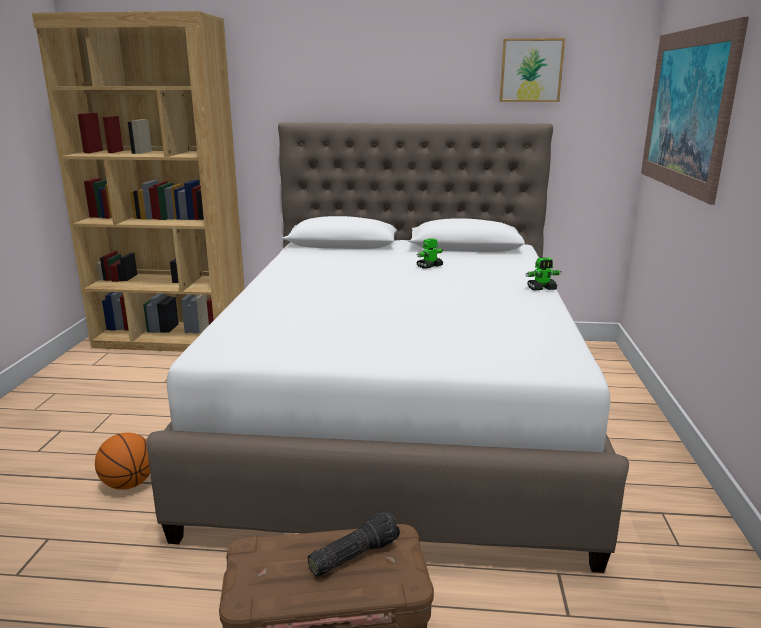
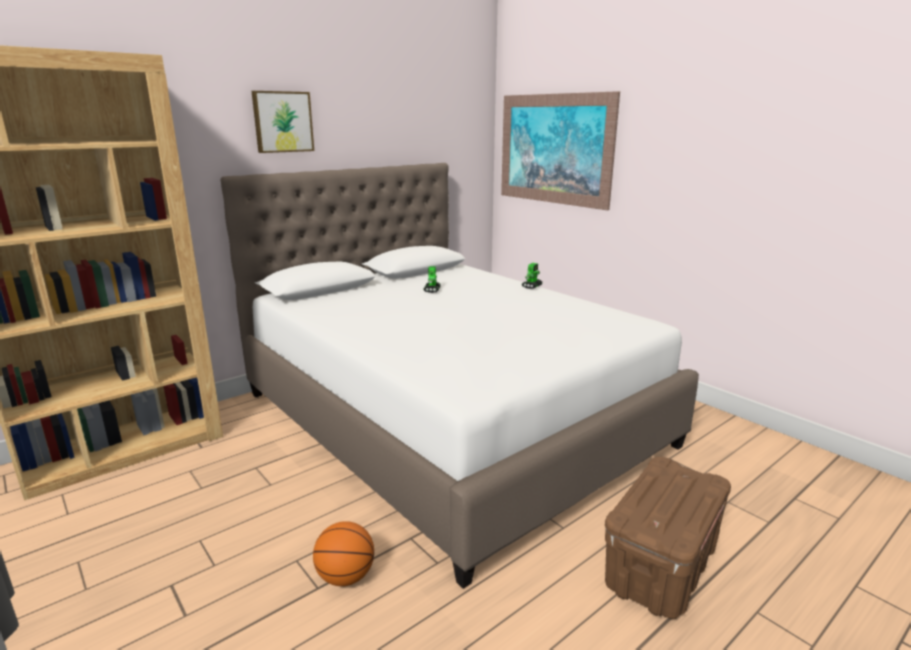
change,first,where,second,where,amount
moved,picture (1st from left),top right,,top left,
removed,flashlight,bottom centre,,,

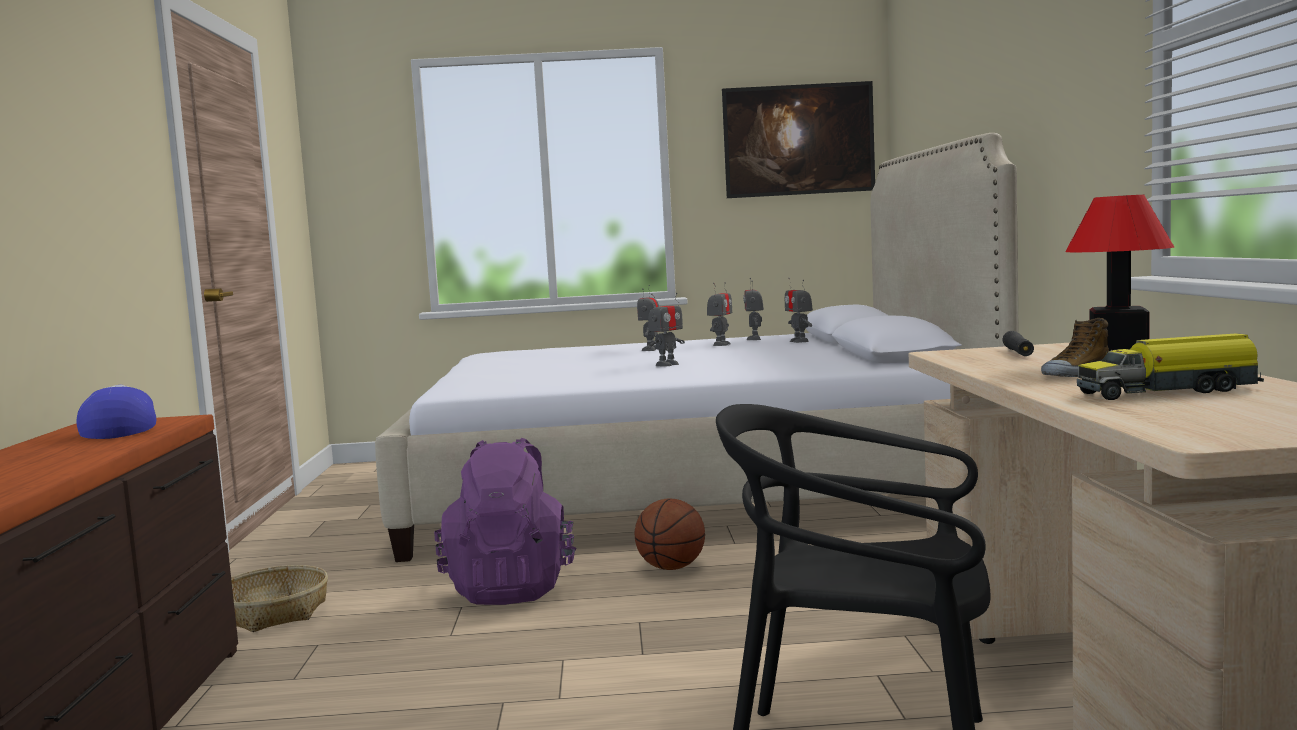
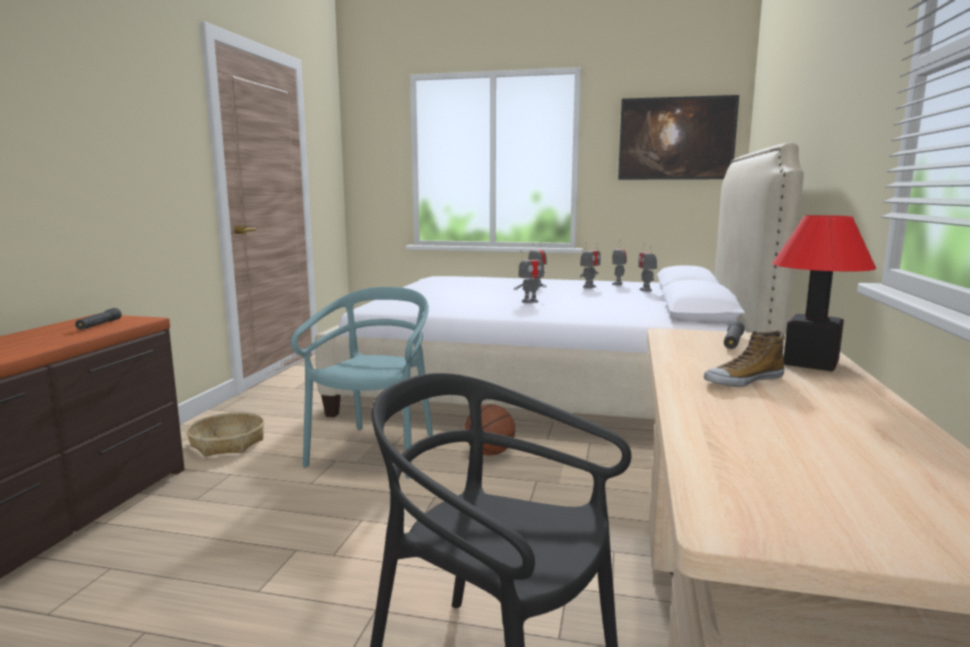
change,first,where,second,where,amount
removed,toy truck,middle right,,,
replaced,cap,middle left,black flashlight (1st from left),middle left,
replaced,purple backpack,bottom centre,turquoise chair,centre,

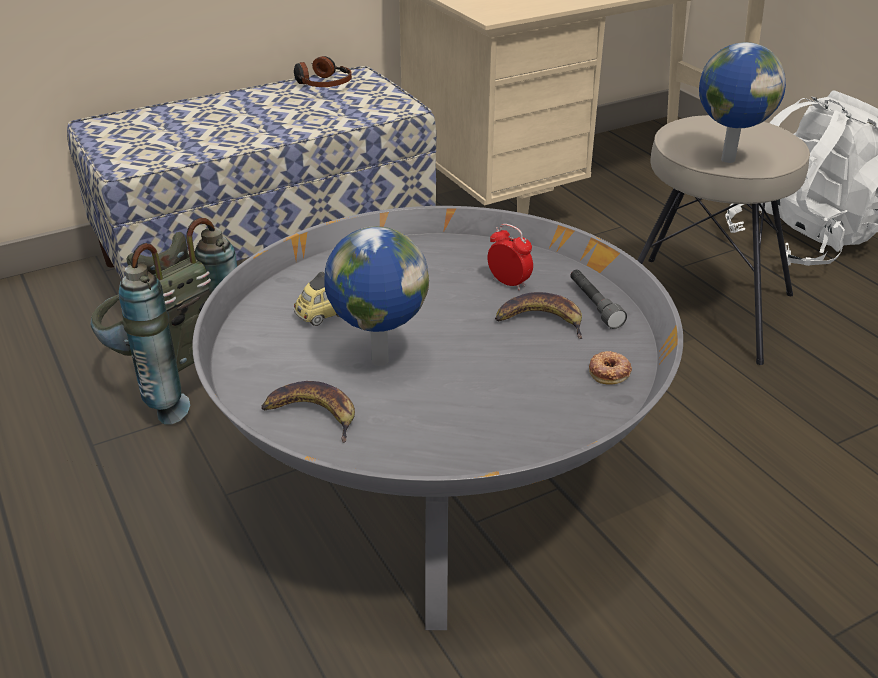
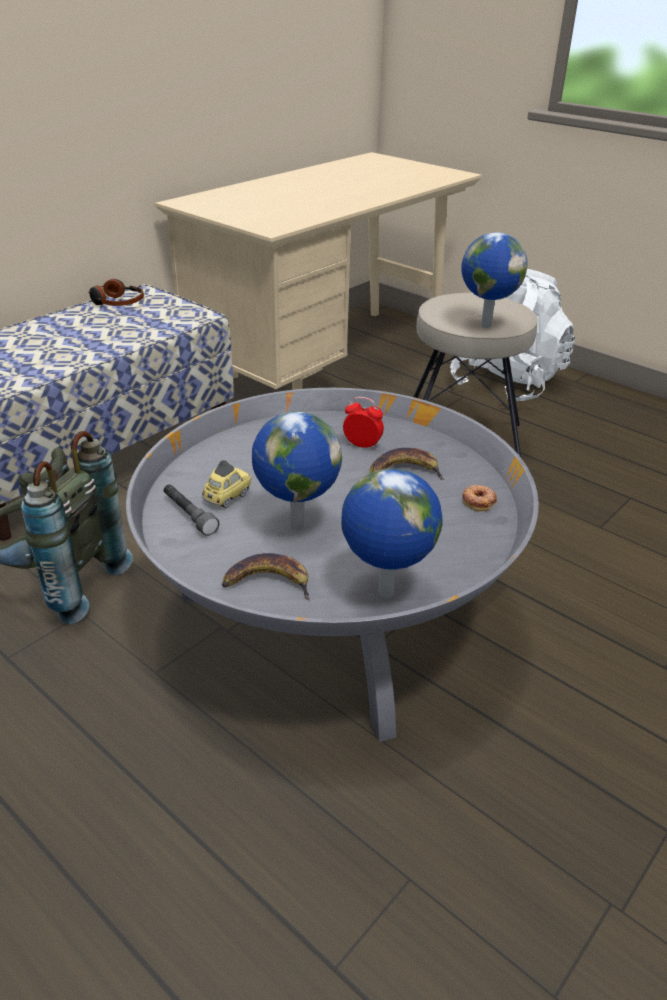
change,first,where,second,where,amount
moved,grey flashlight,middle right,,middle left,
added,,,globe (2nd from left),centre,

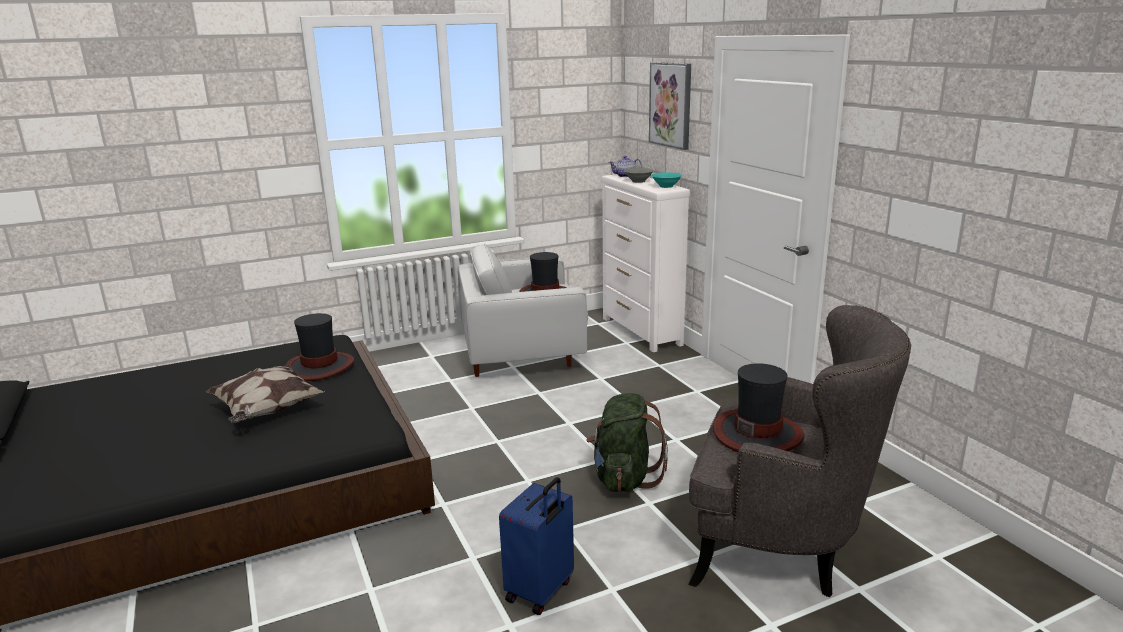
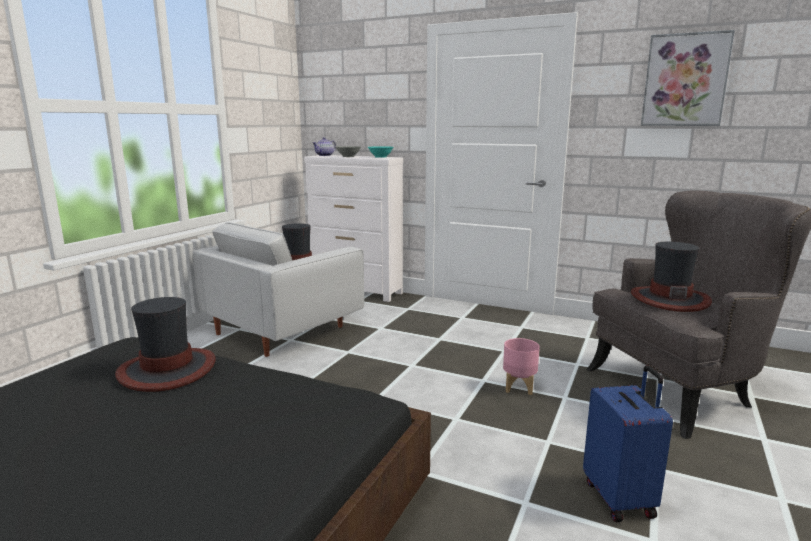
change,first,where,second,where,amount
moved,picture,top centre,,top right,
removed,pillow,middle left,,,
replaced,green backpack,bottom centre,pink planter,bottom centre,

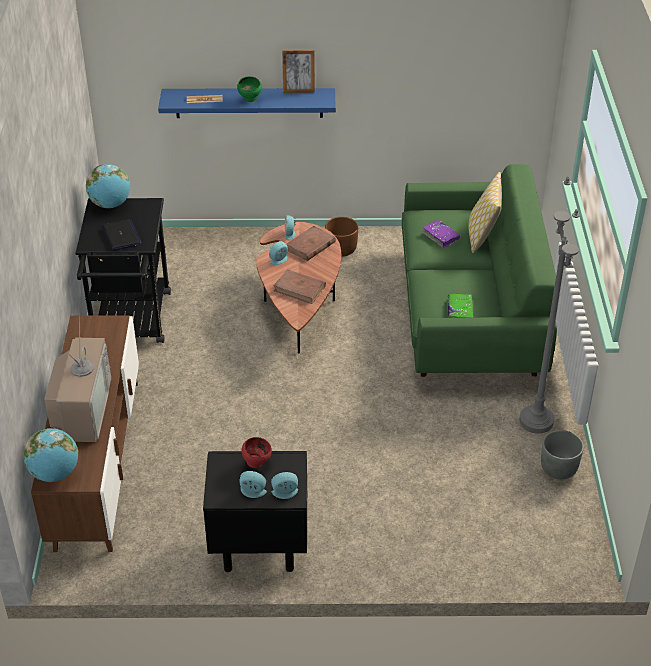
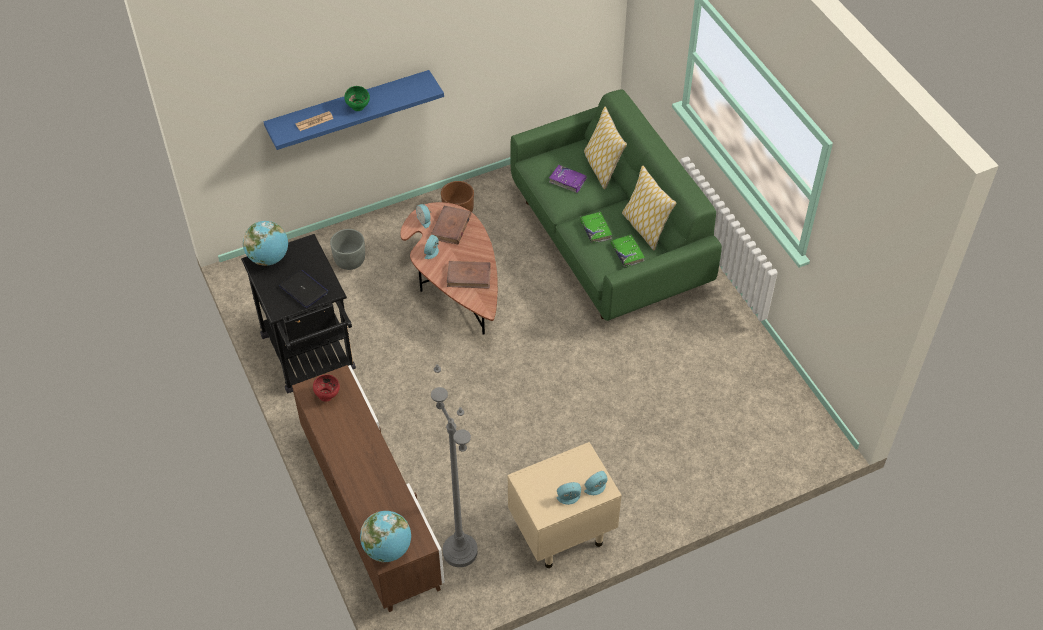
change,first,where,second,where,amount
removed,picture frame,top centre,,,
moved,grey floor lamp,middle right,,bottom centre,
removed,television,middle left,,,
moved,grey planter,bottom right,,middle left,
moved,red bowl,bottom centre,,middle left,
recoloured,black nightstand,bottom centre,beige nightstand,bottom centre,
added,,,pillow (2nd from left),top centre,
added,,,green book (1st from left),centre,

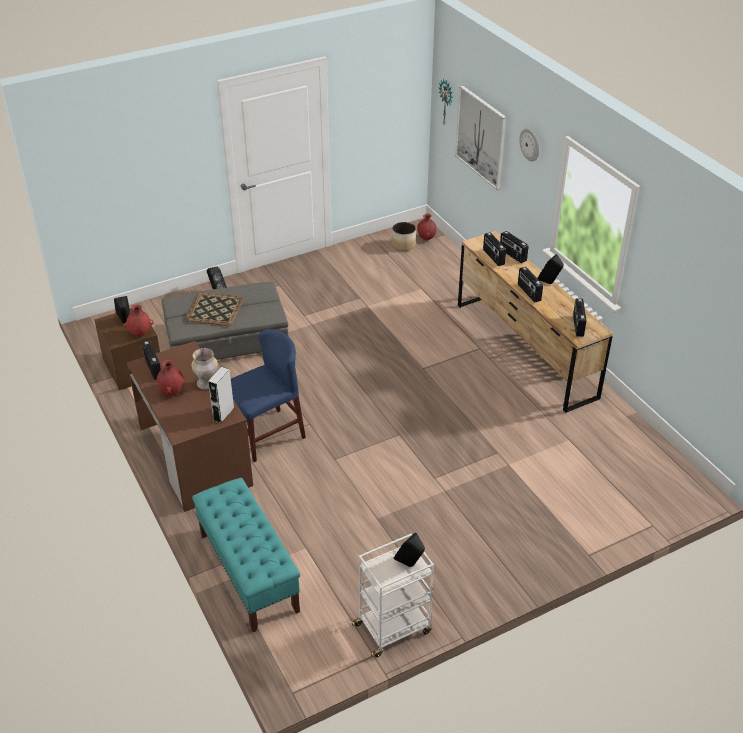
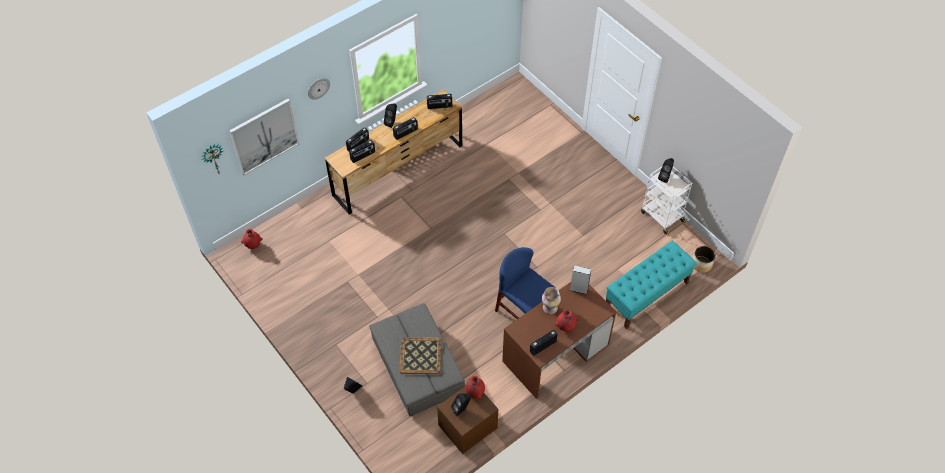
change,first,where,second,where,amount
moved,planter,top centre,,middle right,

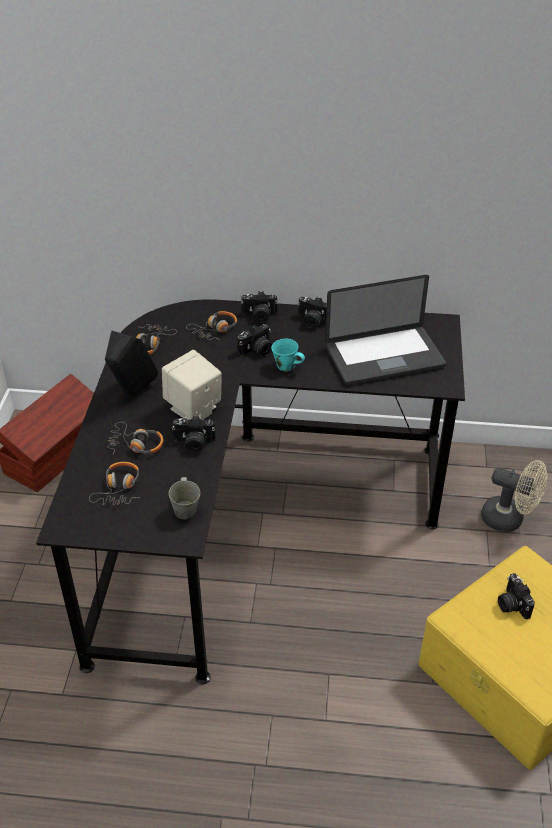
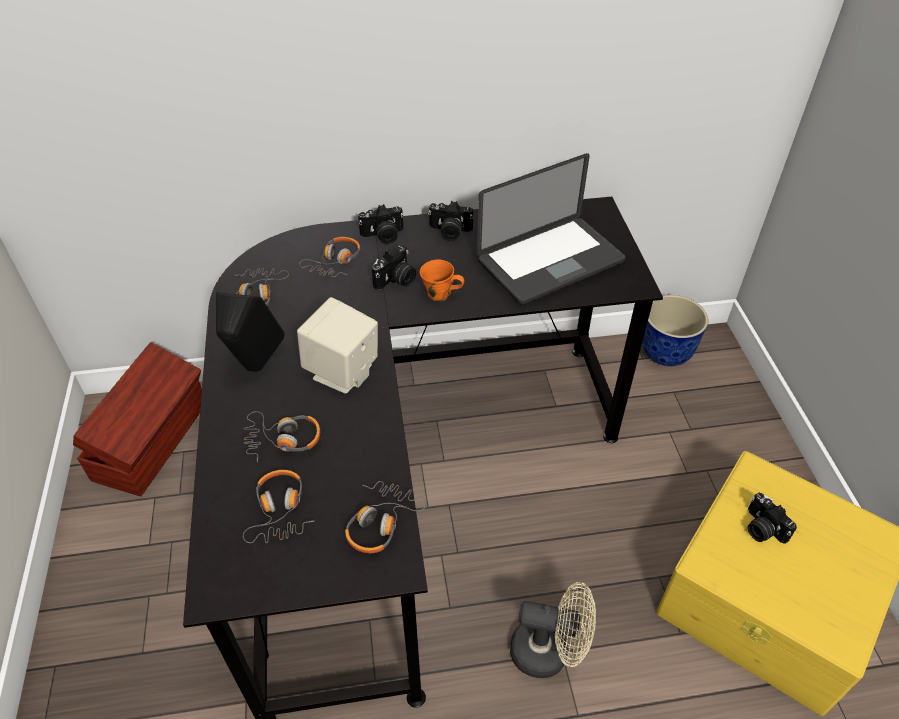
change,first,where,second,where,amount
recoloured,turquoise mug,centre,orange mug,centre,
removed,photo camera (1st from left),centre,,,
moved,beige fan,middle right,,bottom centre,
replaced,grey mug,centre,headphones (5th from left),bottom centre,
added,,,planter,middle right,

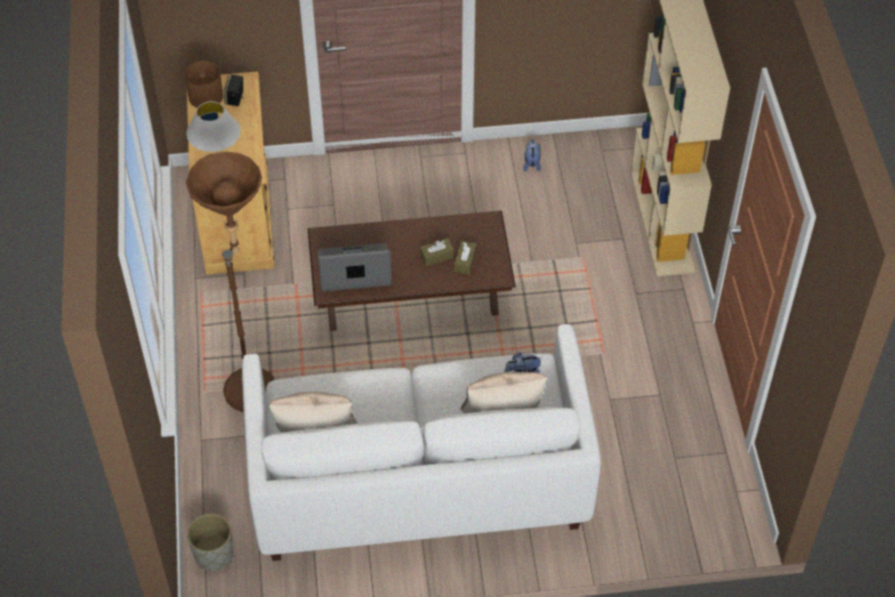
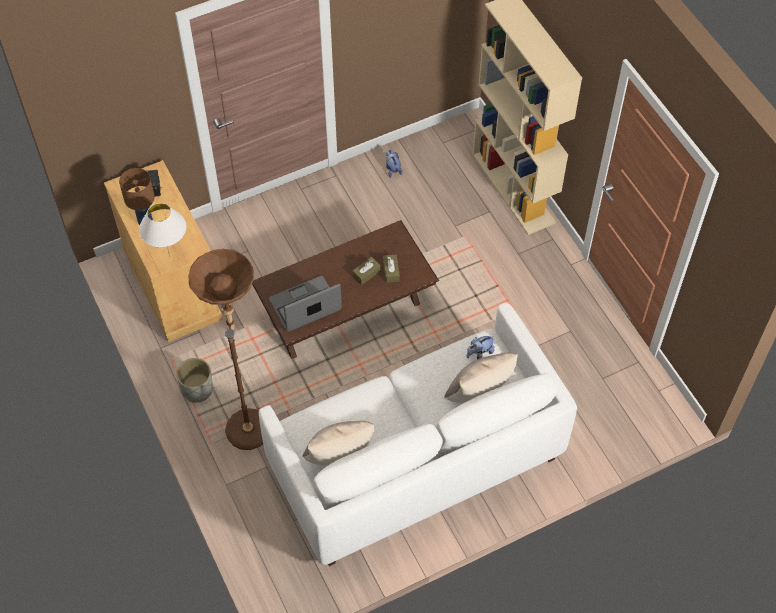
change,first,where,second,where,amount
moved,grey planter,bottom left,,middle left,

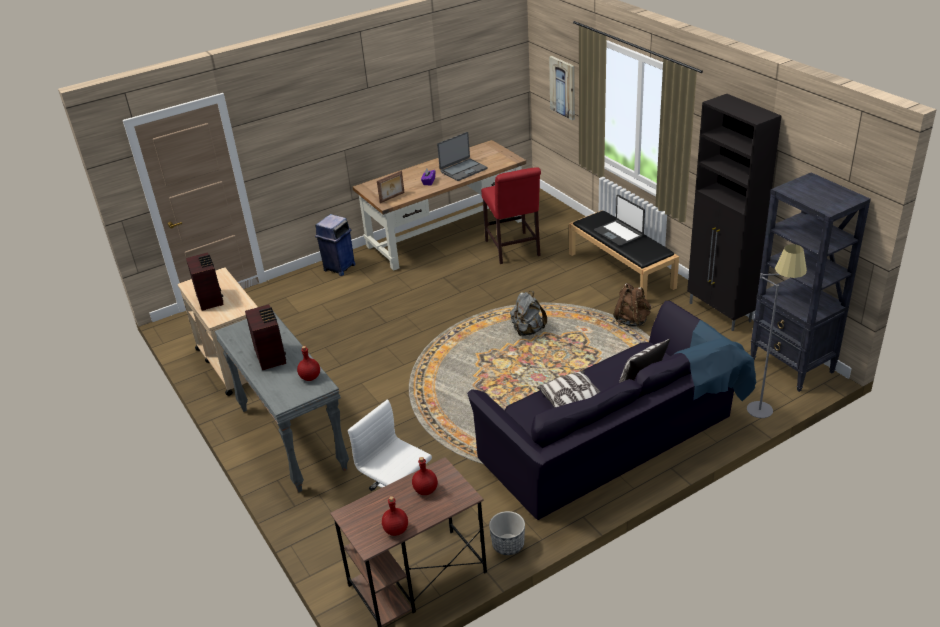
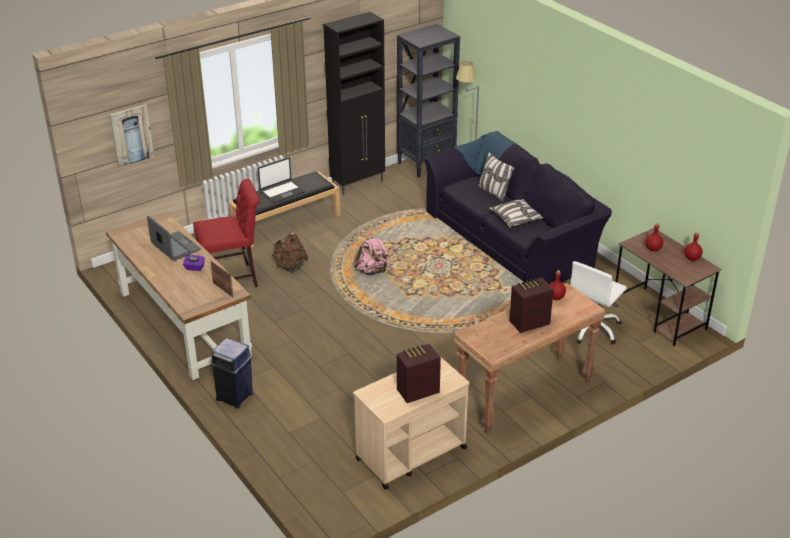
change,first,where,second,where,amount
moved,brown backpack,middle right,,centre,
recoloured,grey backpack,centre,pink backpack,centre,
recoloured,grey console table,middle left,brown console table,middle right,
removed,planter,bottom centre,,,

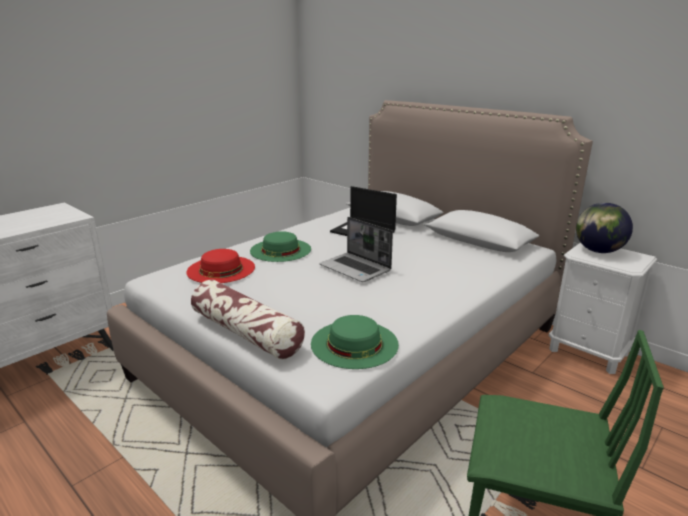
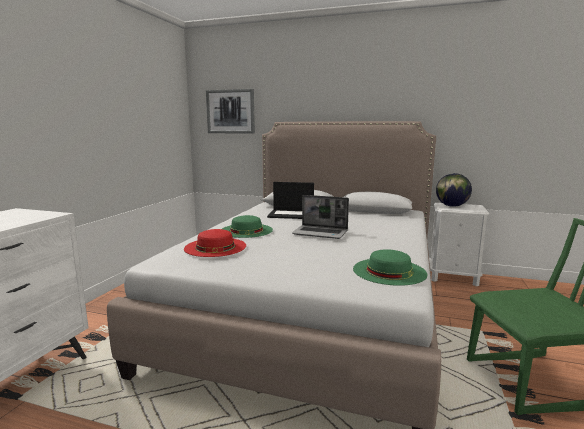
change,first,where,second,where,amount
removed,pillow,centre,,,
added,,,picture,top centre,

